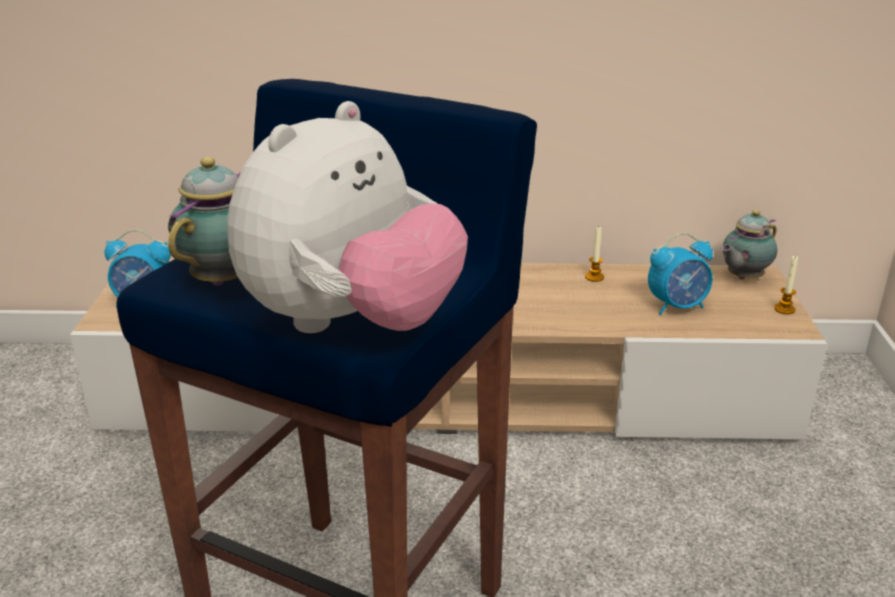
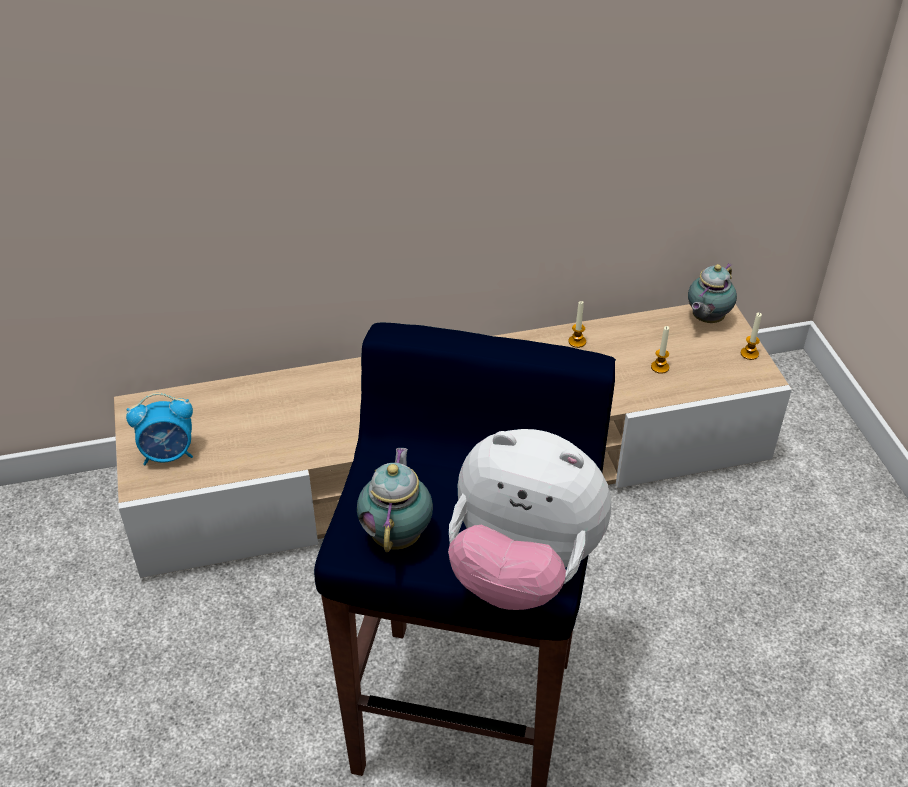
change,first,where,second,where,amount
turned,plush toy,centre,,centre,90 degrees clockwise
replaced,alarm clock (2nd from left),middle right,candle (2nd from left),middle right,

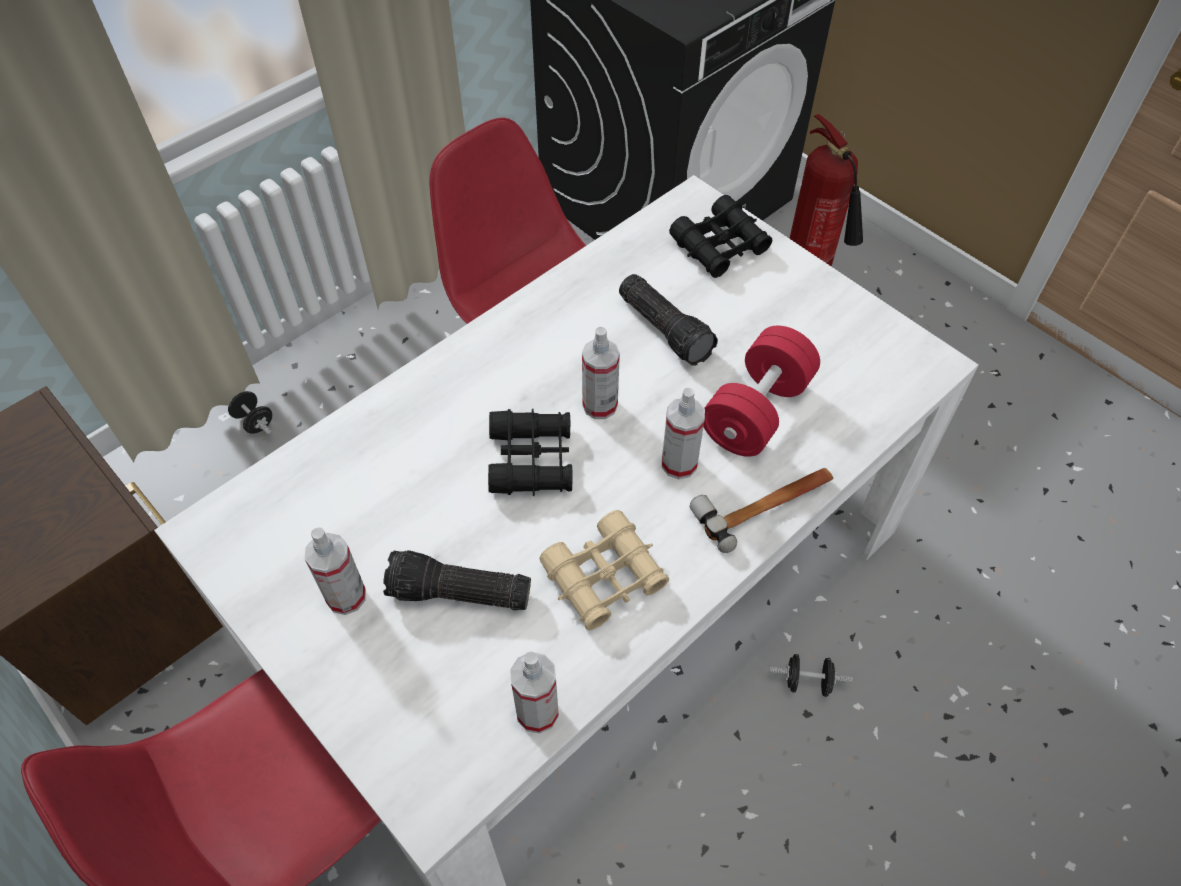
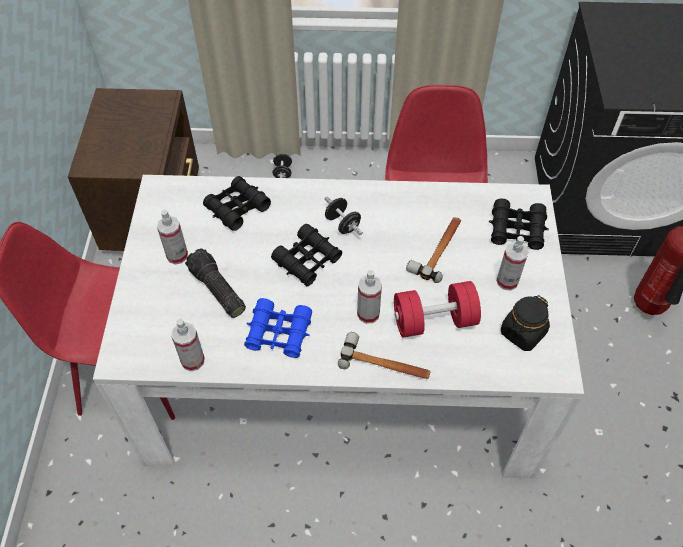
change,first,where,second,where,amount
replaced,flashlight (2nd from left),centre,hammer (2nd from left),centre,
moved,spray bottle (3rd from left in the first image),centre,spray bottle (4th from left),middle right,
recoloured,beige binoculars,centre,blue binoculars,centre,
moved,black dumbbell (2nd from left),bottom right,,centre,
added,,,black binoculars (1st from left),centre,
added,,,black jar,middle right,

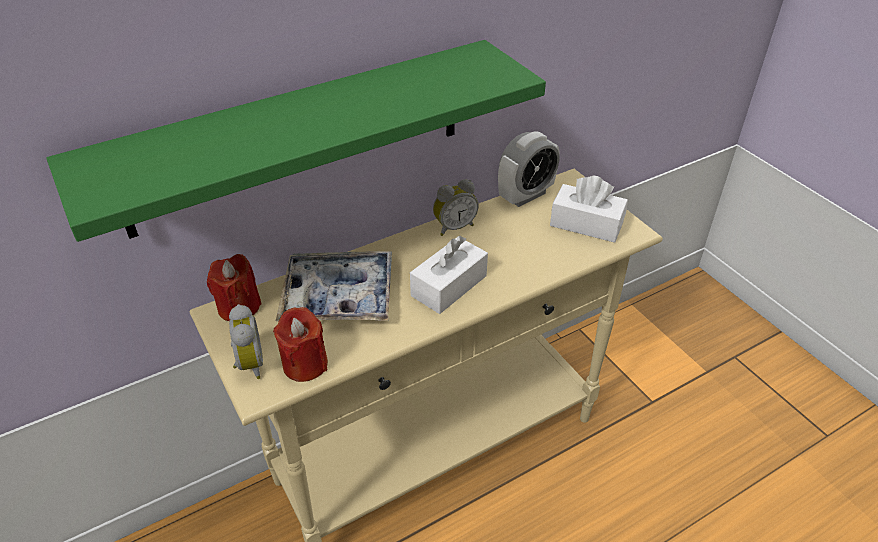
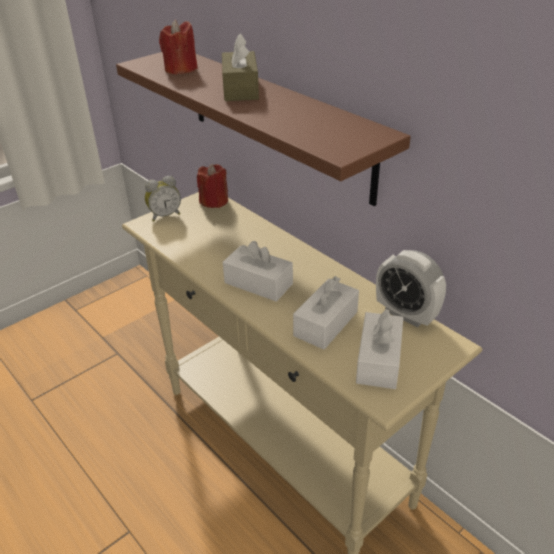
change,first,where,second,where,amount
recoloured,green shelf,top centre,brown shelf,top centre,
removed,alarm clock (2nd from left),centre,,,
removed,tray,centre,,,
moved,red candle (2nd from left in the first image),centre,red candle (1st from left),top left,
added,,,brown tissue box,top centre,
added,,,white tissue box (2nd from left),centre,

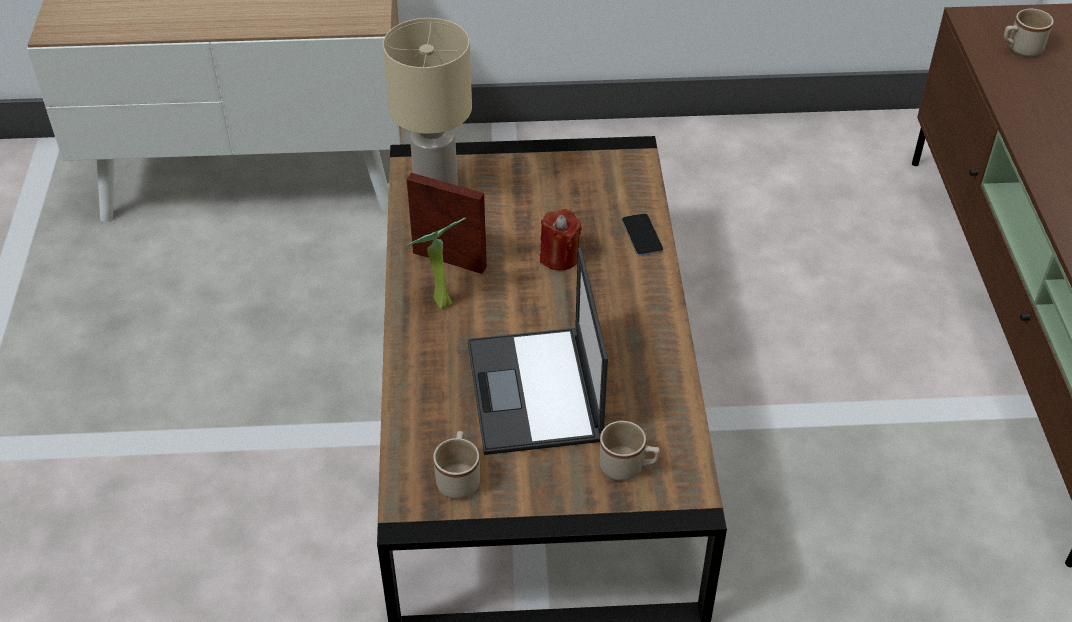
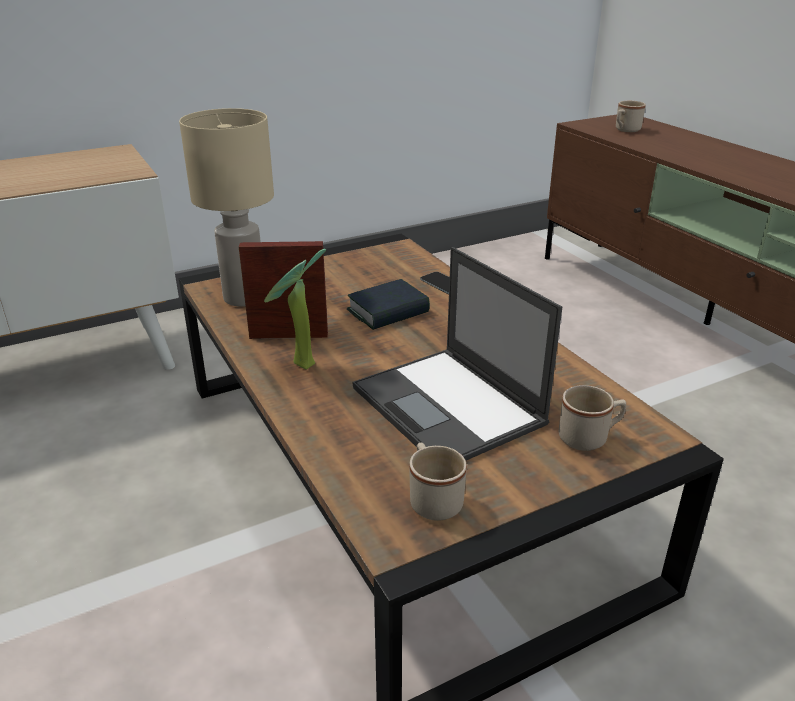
change,first,where,second,where,amount
replaced,red candle,centre,book,centre,

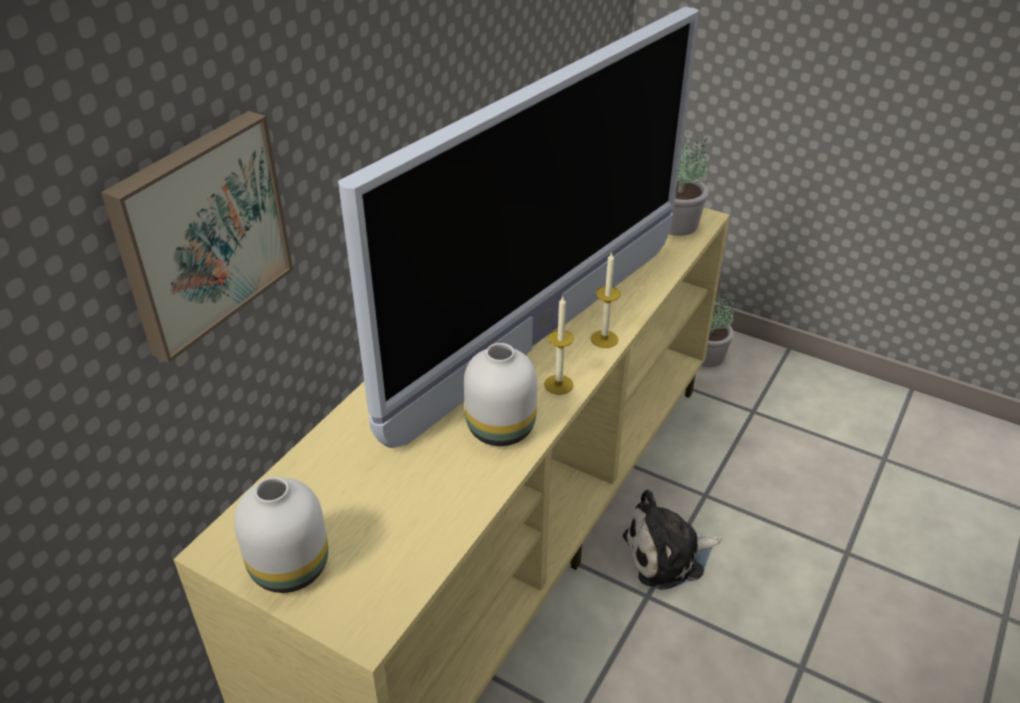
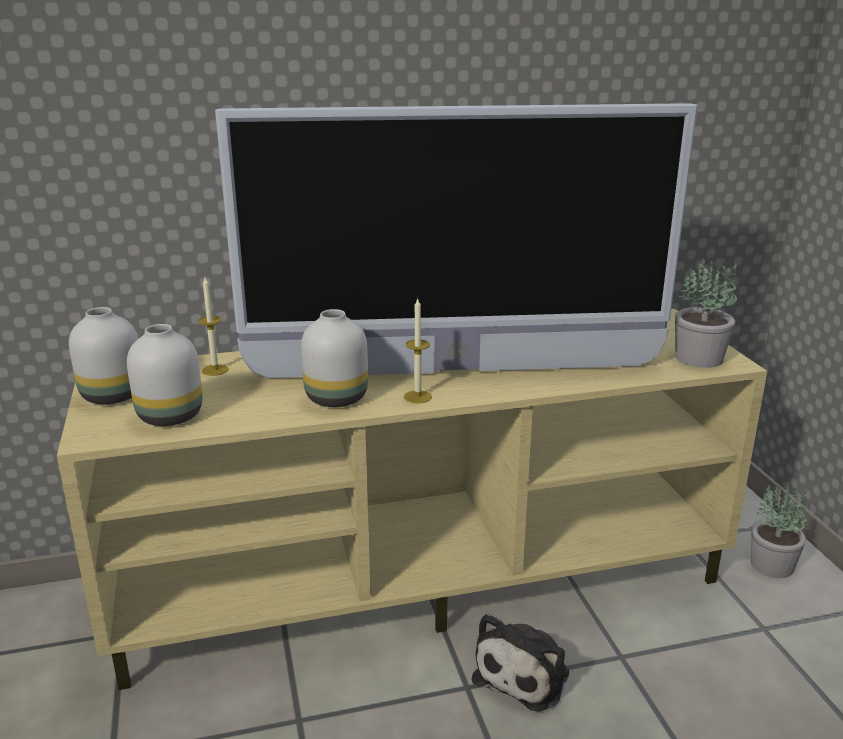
change,first,where,second,where,amount
removed,picture,middle left,,,
moved,candle (2nd from left in the first image),centre,candle (1st from left),middle left,
turned,plush toy,bottom centre,,bottom centre,90 degrees counterclockwise
added,,,white vase (2nd from left),middle left,

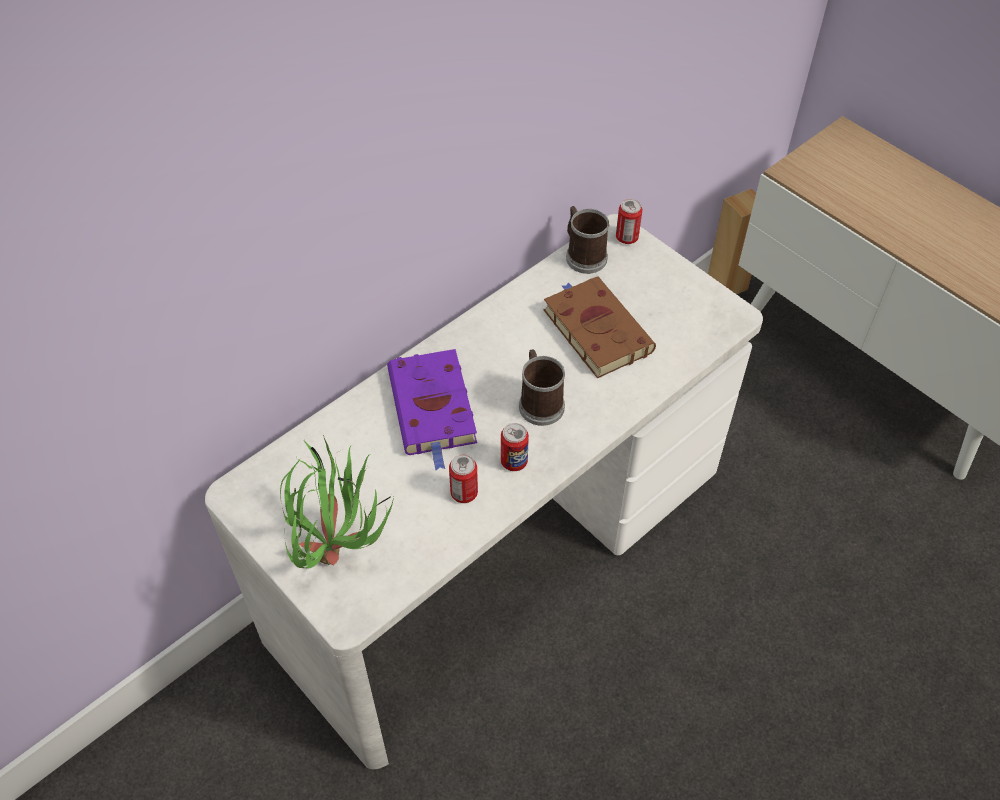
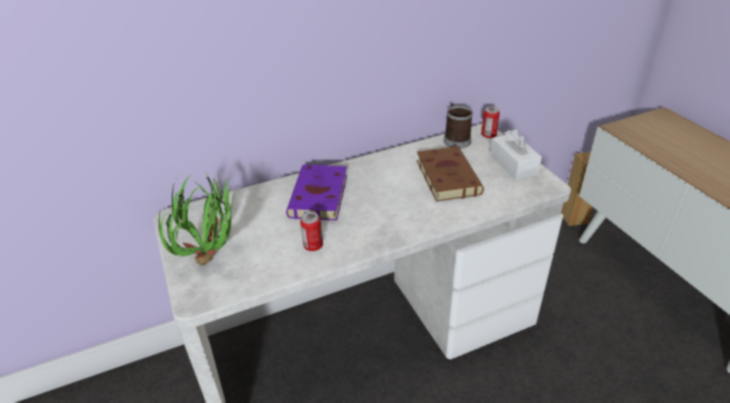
change,first,where,second,where,amount
removed,mug (1st from left),centre,,,
removed,can (2nd from left),centre,,,
added,,,white tissue box,middle right,

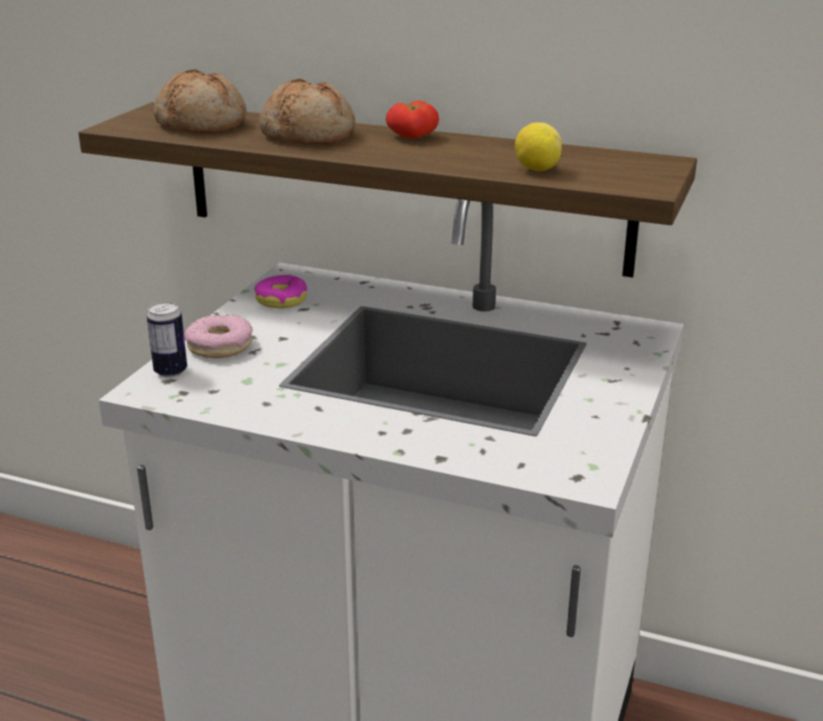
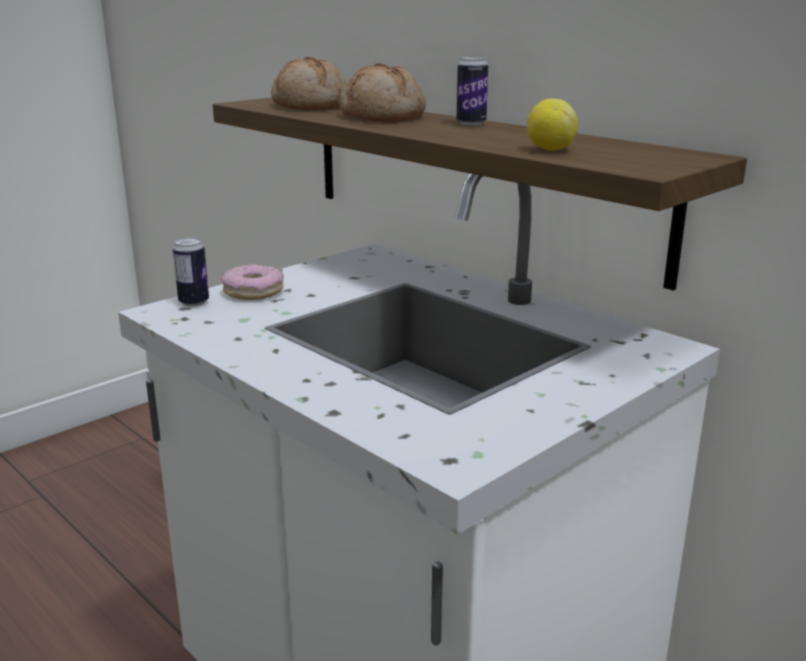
change,first,where,second,where,amount
replaced,tomato,top centre,can (2nd from left),top centre,
removed,donut (2nd from left),centre,,,

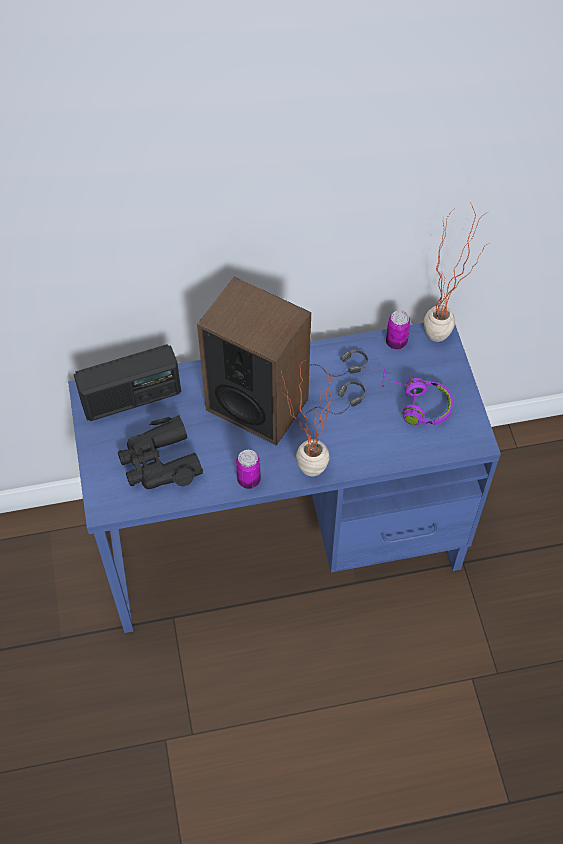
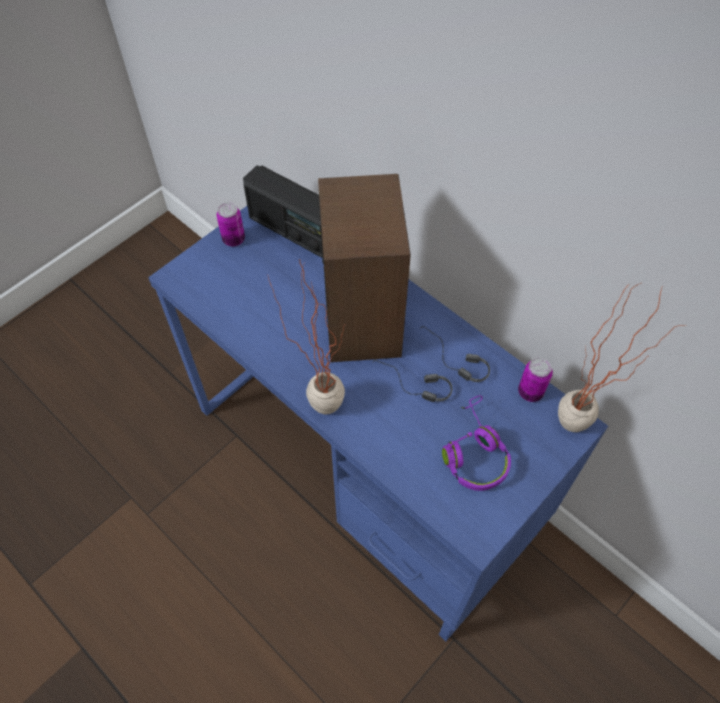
change,first,where,second,where,amount
removed,black binoculars,middle left,,,
moved,can (1st from left),centre,,top left,

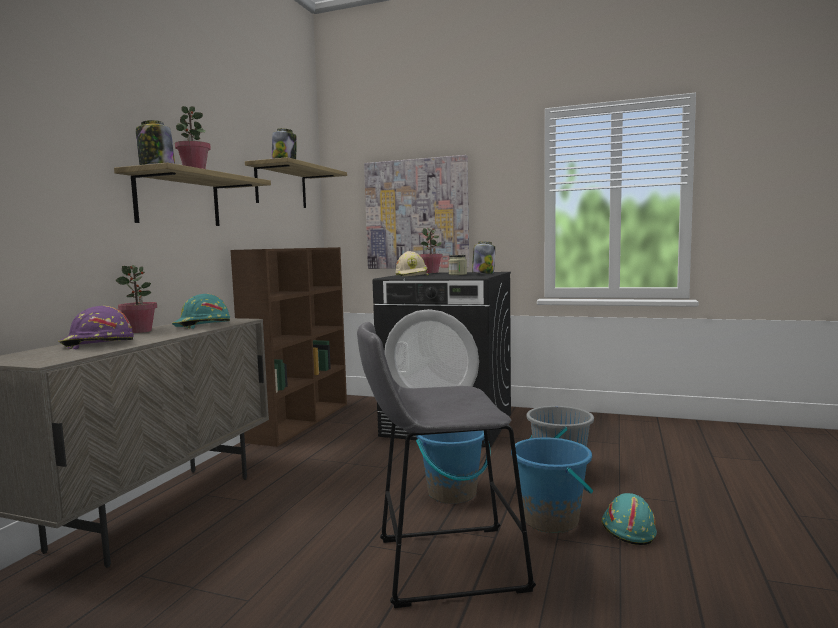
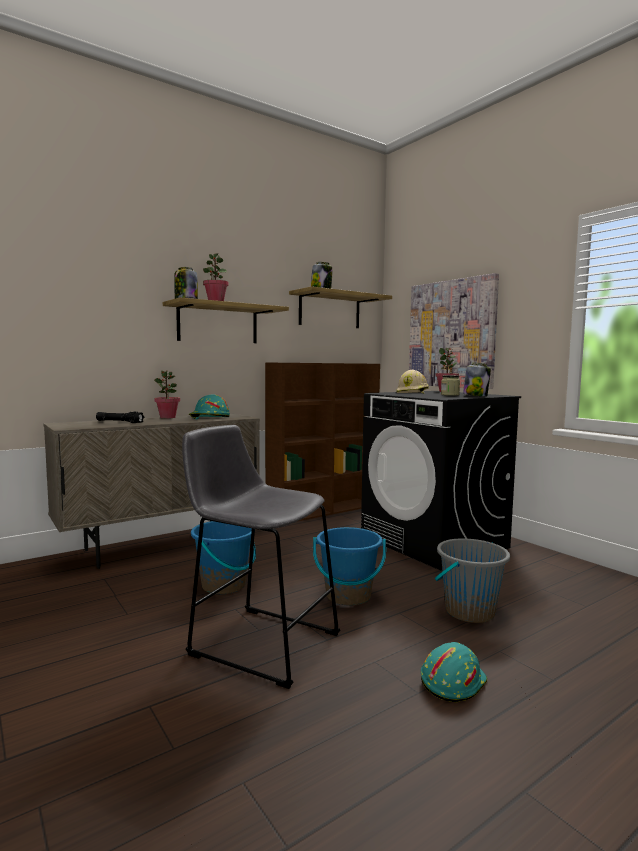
change,first,where,second,where,amount
replaced,purple hard hat,middle left,black flashlight,middle left,
moved,blue bucket (2nd from left in the first image),bottom centre,blue bucket (1st from left),centre,

